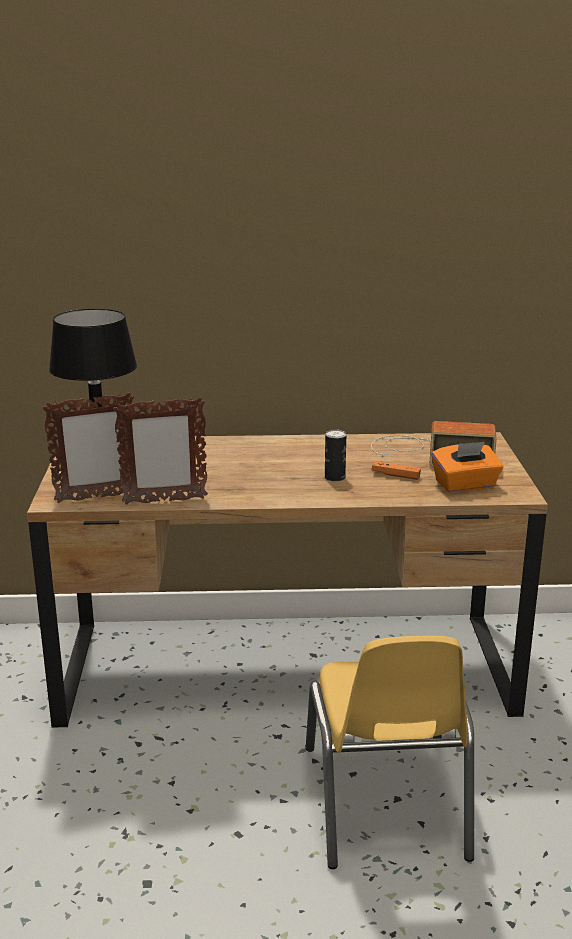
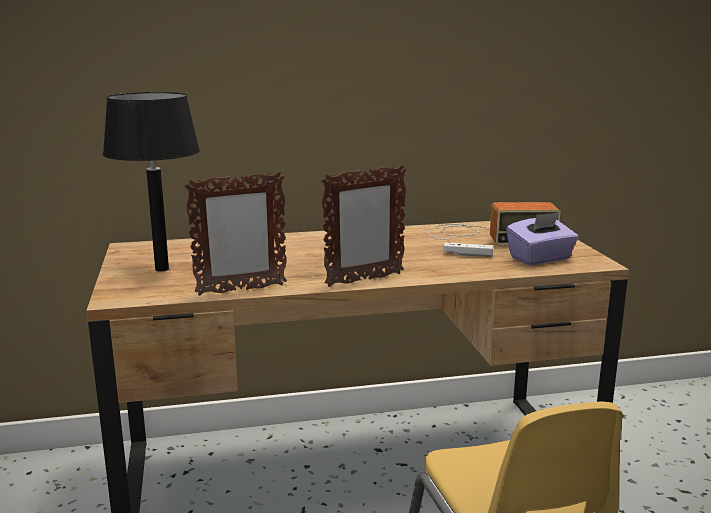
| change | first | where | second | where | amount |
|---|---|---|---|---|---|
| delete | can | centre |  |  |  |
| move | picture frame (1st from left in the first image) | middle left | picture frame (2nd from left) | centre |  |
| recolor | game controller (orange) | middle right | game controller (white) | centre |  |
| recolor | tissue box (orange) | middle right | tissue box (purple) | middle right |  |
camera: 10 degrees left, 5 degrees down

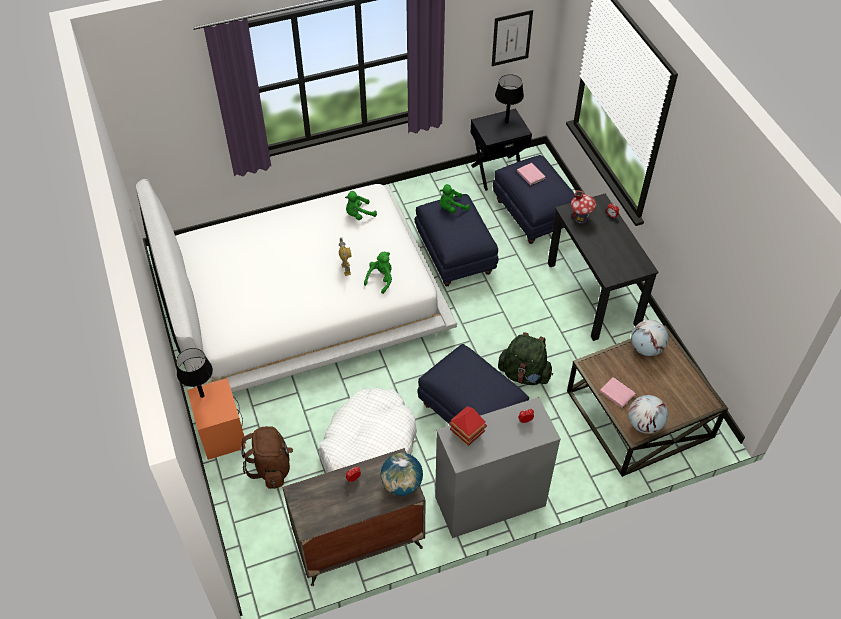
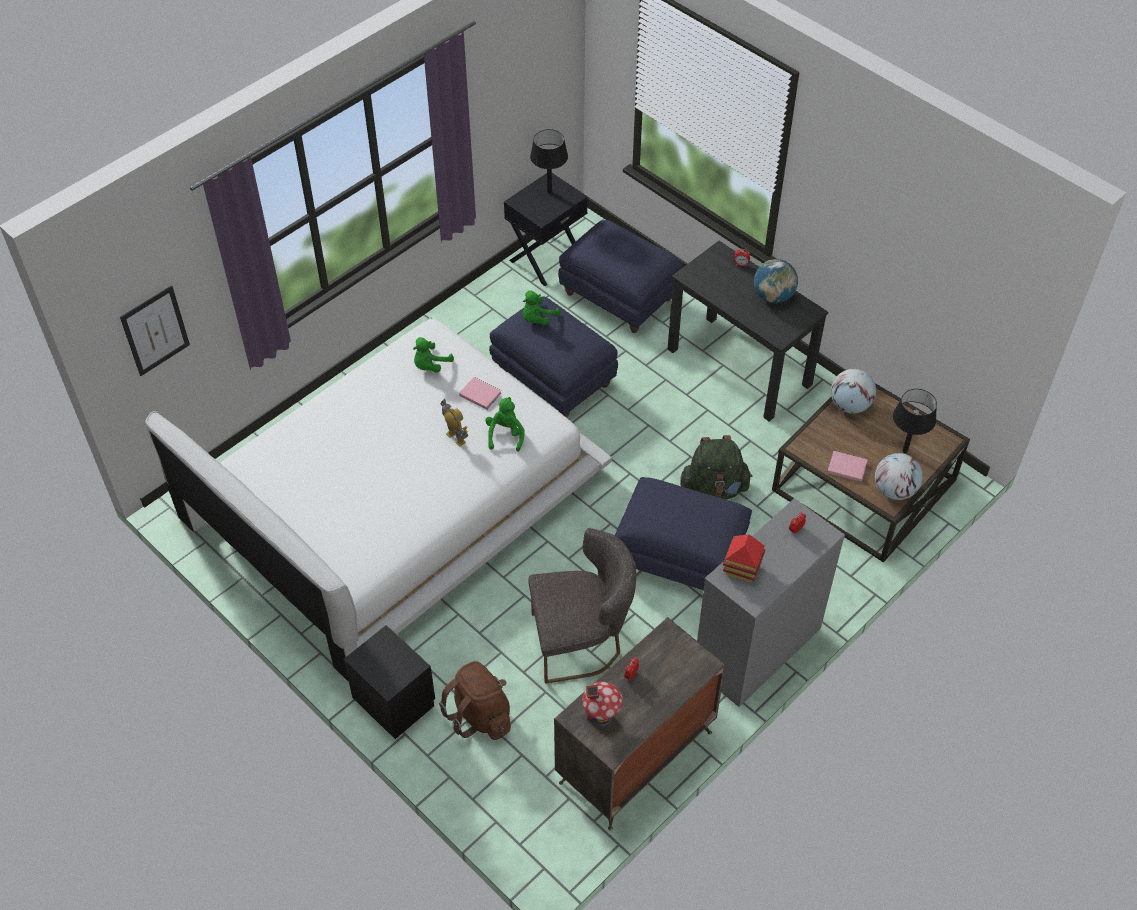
| change | first | where | second | where | amount |
|---|---|---|---|---|---|
| move | table lamp (black) (1st from left in the first image) | middle left | table lamp (black) (2nd from left) | middle right |  |
| move | globe (1st from left) | bottom centre |  | top right |  |
| move | picture | top centre |  | middle left |  |
| move | book (pink) (1st from left) | top centre |  | centre |  |
| move | toy house (2nd from left in the first image) | middle right | toy house (1st from left) | bottom centre |  |
| replace | dog bed (white) | bottom centre | chair (grey) | centre |  |
| recolor | nightstand (orange) | bottom left | nightstand (black) (1st from left) | bottom centre |  |
camera: 25 degrees left, 0 degrees up

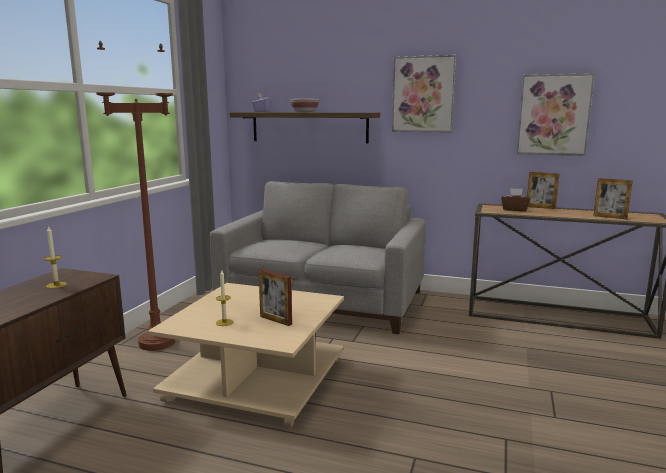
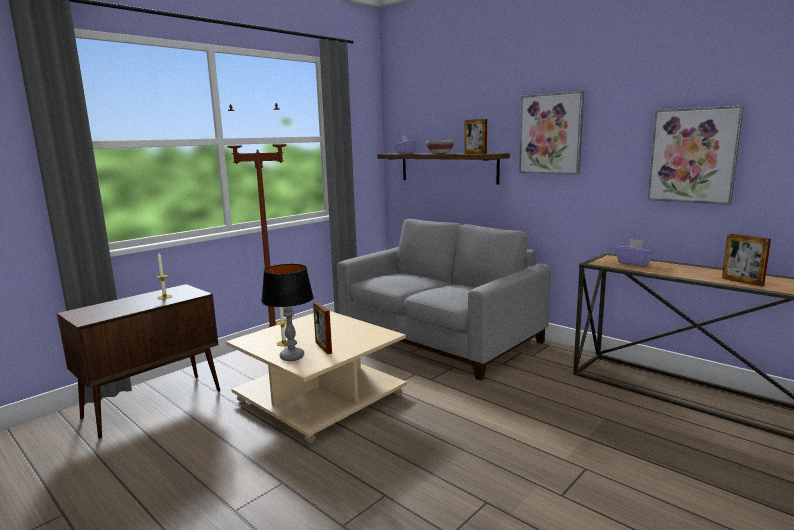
| change | first | where | second | where | amount |
|---|---|---|---|---|---|
| insert |  |  | table lamp | centre |  |
| move | picture frame (2nd from left) | middle right |  | top centre |  |
| recolor | tissue box (brown) | middle right | tissue box (purple) (2nd from left) | middle right |  |
camera: 25 degrees right, 0 degrees up

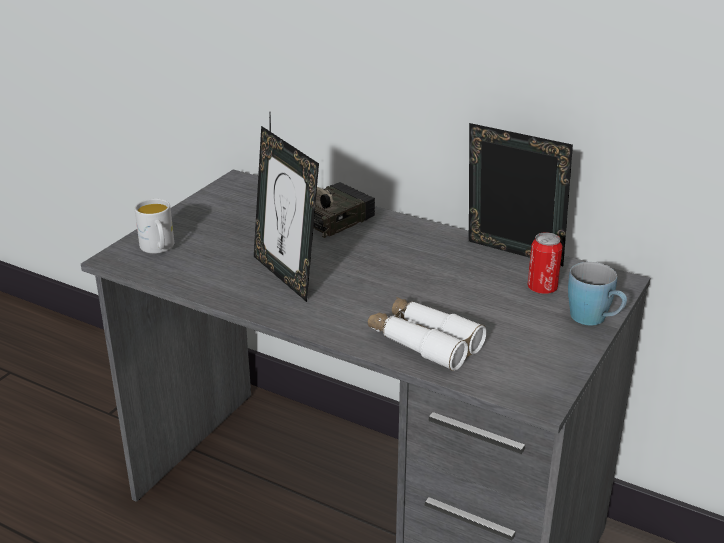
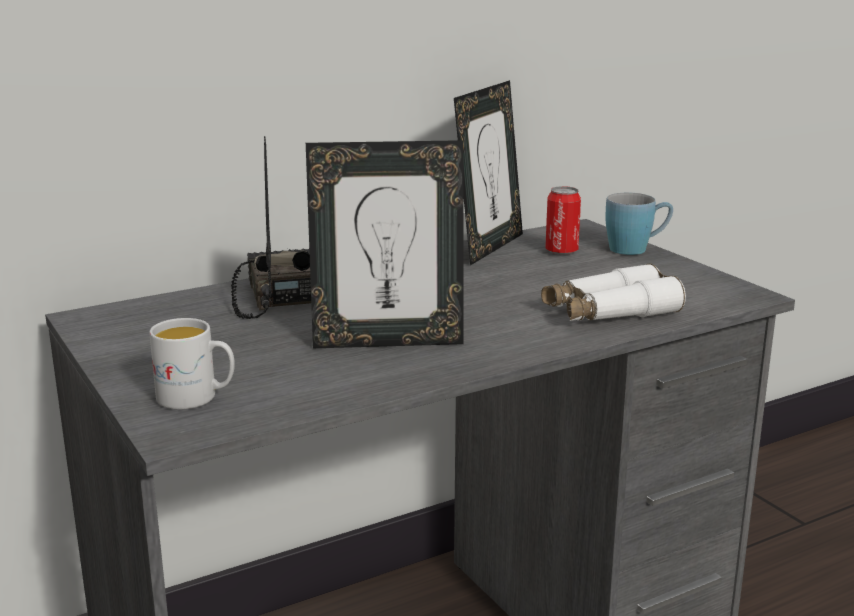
| change | first | where | second | where | amount |
|---|---|---|---|---|---|
| rotate | picture frame (2nd from left) | middle right |  | top centre | 150 degrees clockwise |
camera: 60 degrees left, 10 degrees down

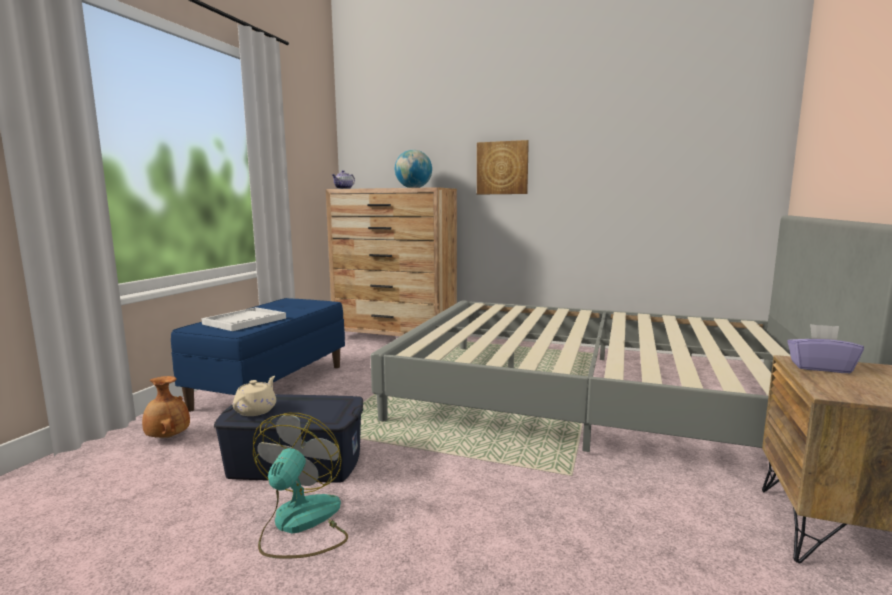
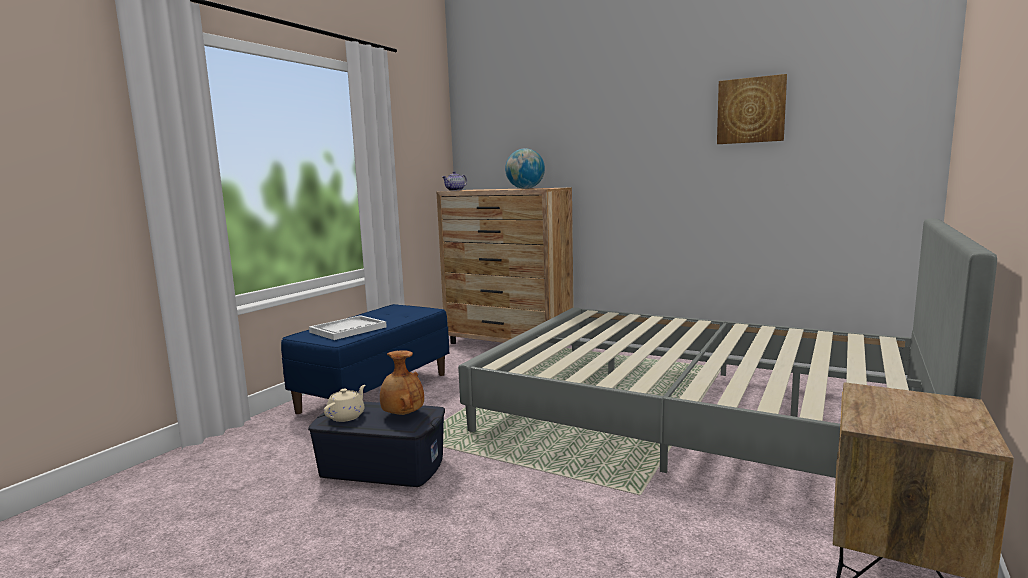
| change | first | where | second | where | amount |
|---|---|---|---|---|---|
| delete | fan | bottom centre |  |  |  |
| delete | tissue box (purple) | middle right |  |  |  |
| move | vase (brown) | bottom left |  | centre |  |
| move | picture | top centre |  | top right |  |
camera: 10 degrees right, 0 degrees up

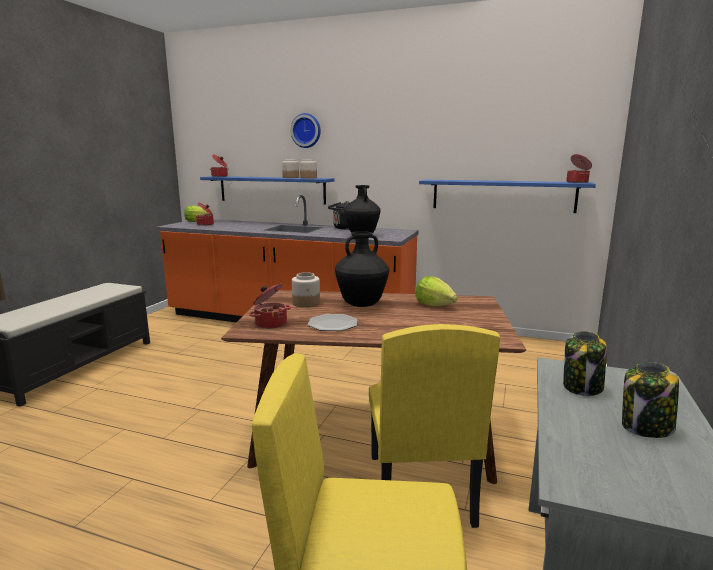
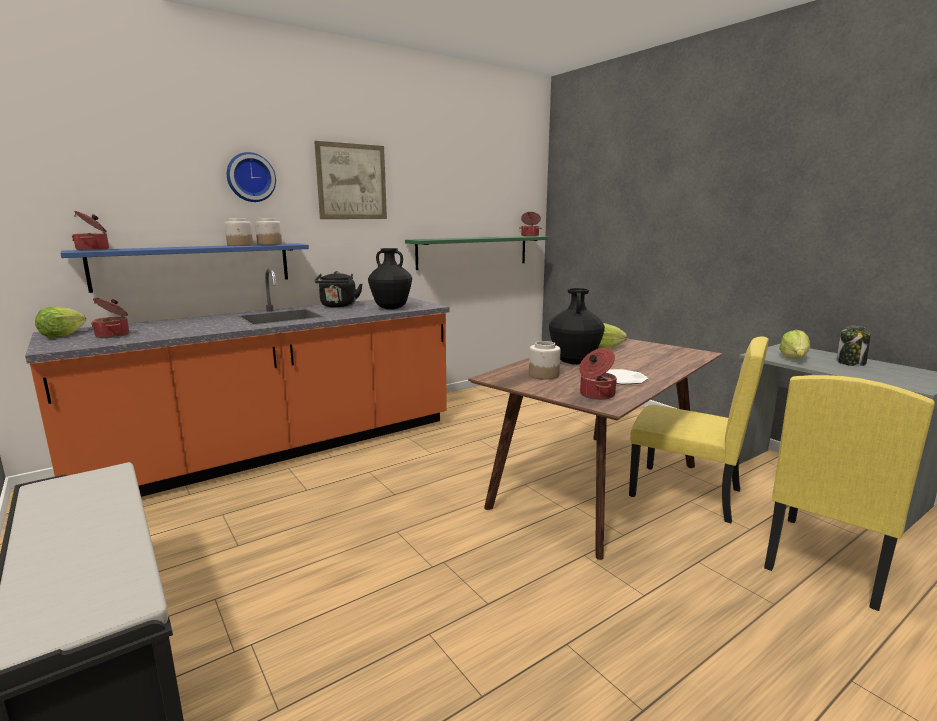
| change | first | where | second | where | amount |
|---|---|---|---|---|---|
| insert |  |  | picture | top centre |  |
| replace | jar (4th from left) | middle right | lettuce (3rd from left) | middle right |  |
| recolor | shelf (blue) (2nd from left) | middle right | shelf (green) | centre |  |
camera: 55 degrees left, 0 degrees up

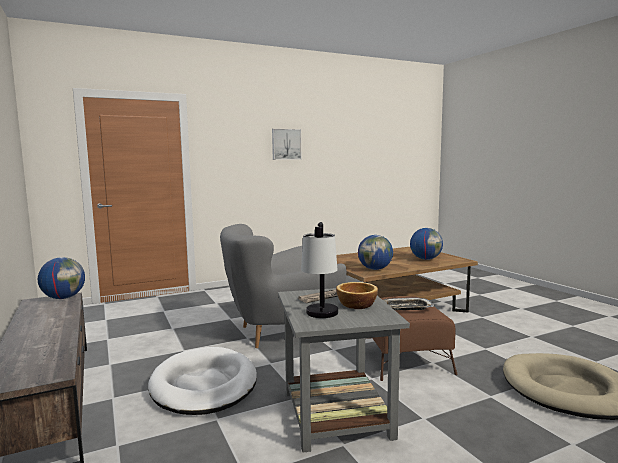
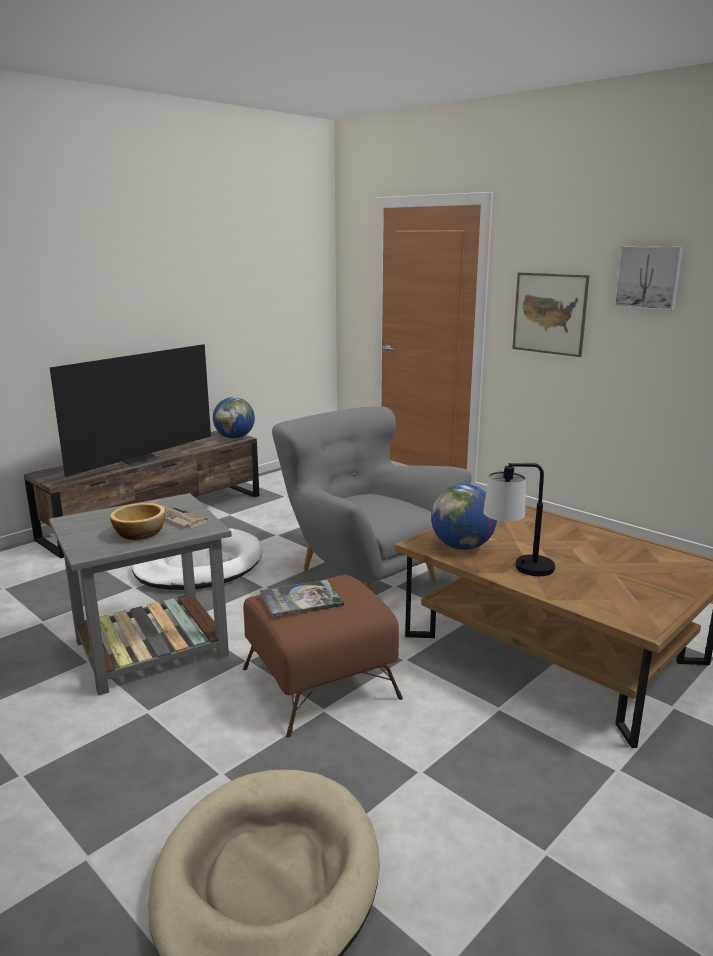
| change | first | where | second | where | amount |
|---|---|---|---|---|---|
| delete | globe (3rd from left) | middle right |  |  |  |
| insert |  |  | television | middle left |  |
| insert |  |  | picture (1st from left) | top right |  |
| move | table lamp | centre |  | middle right |  |
| replace | tray | centre | book | centre |  |
camera: 70 degrees right, 10 degrees up

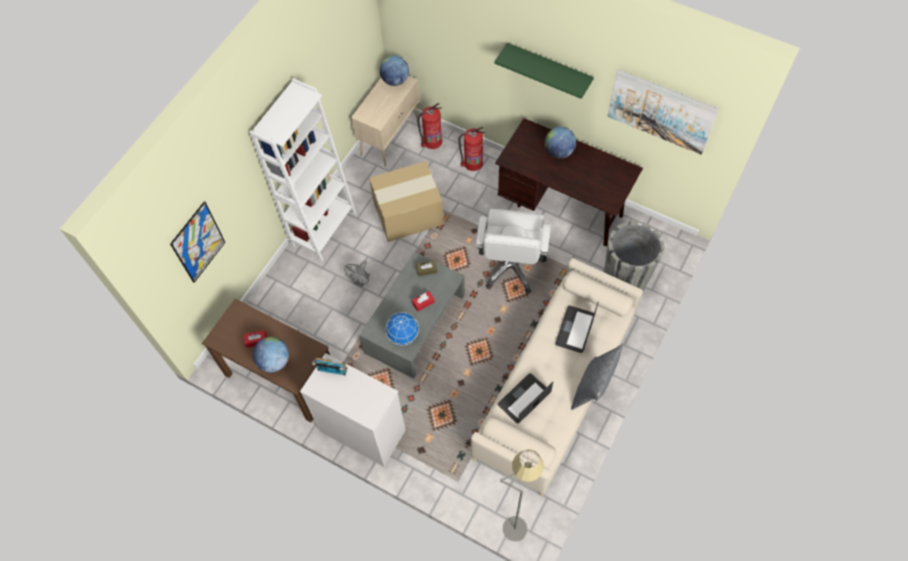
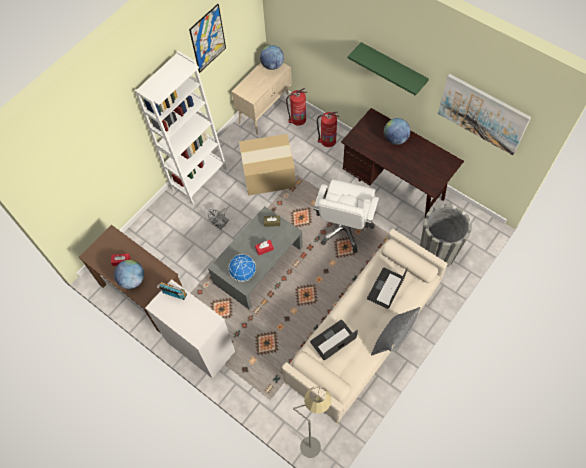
| change | first | where | second | where | amount |
|---|---|---|---|---|---|
| move | picture (1st from left) | middle left |  | top centre |  |
camera: 10 degrees right, 0 degrees up

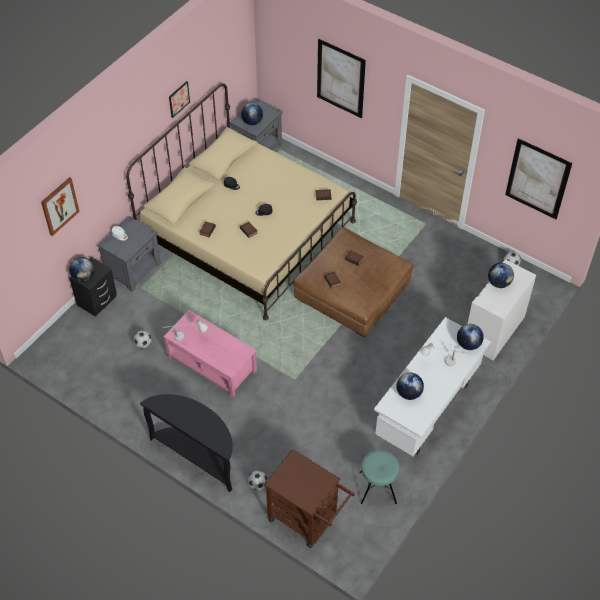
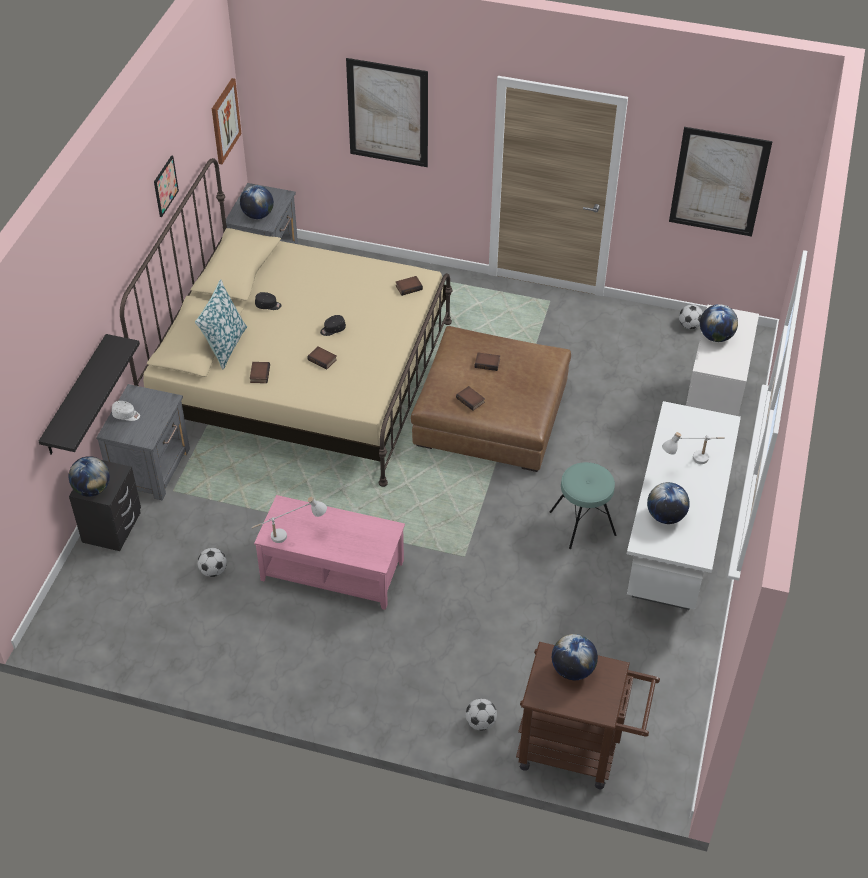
| change | first | where | second | where | amount |
|---|---|---|---|---|---|
| delete | console table (black) | bottom left |  |  |  |
| insert |  |  | shelf (black) | middle left |  |
| insert |  |  | pillow | middle left |  |
| move | picture (1st from left in the first image) | middle left | picture (2nd from left) | top left |  |
| move | stool (turquoise) | bottom centre |  | middle right |  |
| move | globe (4th from left in the first image) | middle right | globe (3rd from left) | bottom centre |  |
camera: 20 degrees left, 5 degrees down

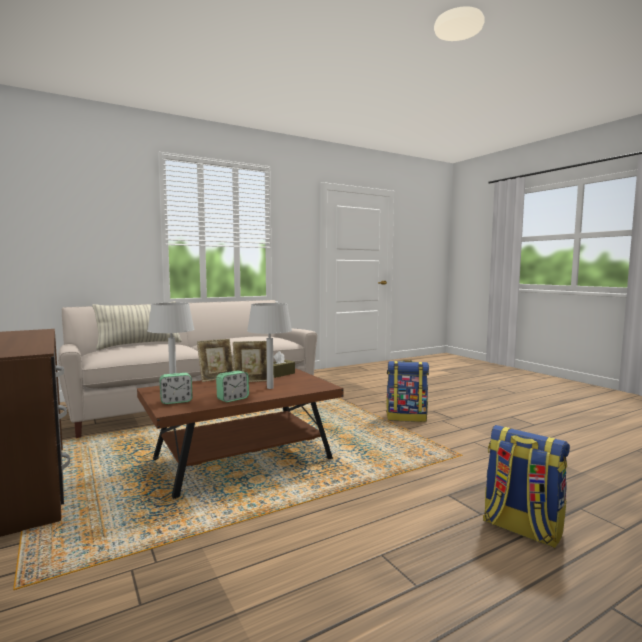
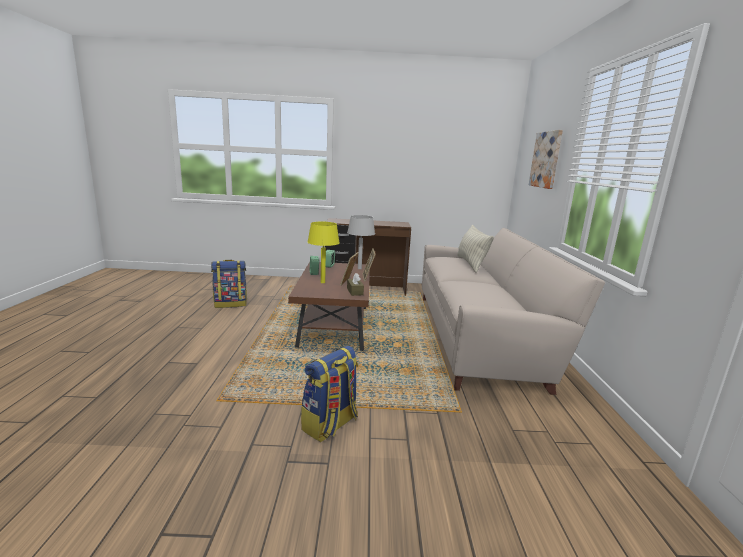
| change | first | where | second | where | amount |
|---|---|---|---|---|---|
| insert |  |  | picture | top right |  |
| move | backpack (2nd from left in the first image) | bottom right | backpack (1st from left) | middle left |  |
| recolor | table lamp (grey) (2nd from left) | centre | table lamp (yellow) | centre |  |
camera: 120 degrees right, 10 degrees up

